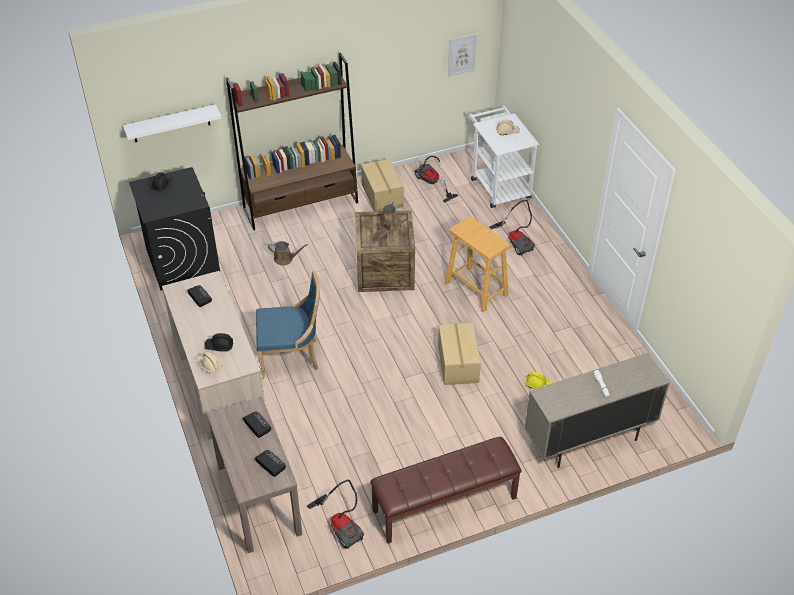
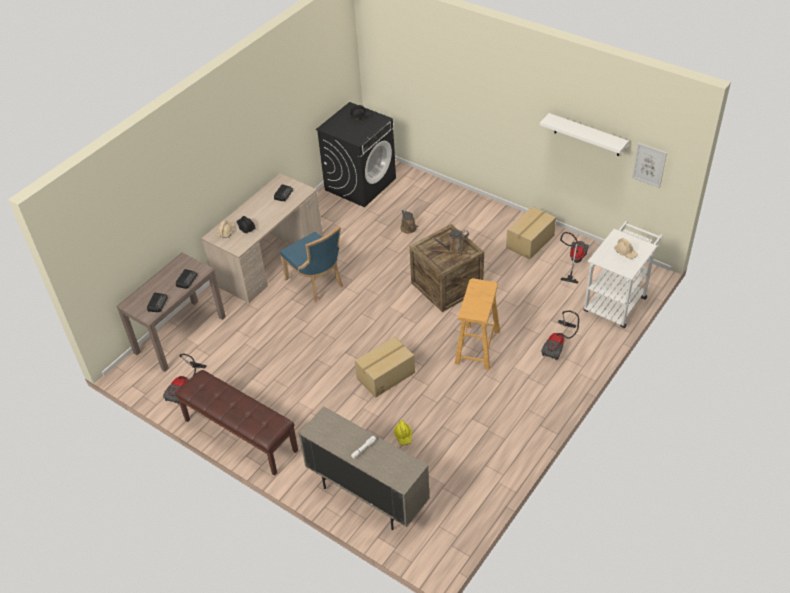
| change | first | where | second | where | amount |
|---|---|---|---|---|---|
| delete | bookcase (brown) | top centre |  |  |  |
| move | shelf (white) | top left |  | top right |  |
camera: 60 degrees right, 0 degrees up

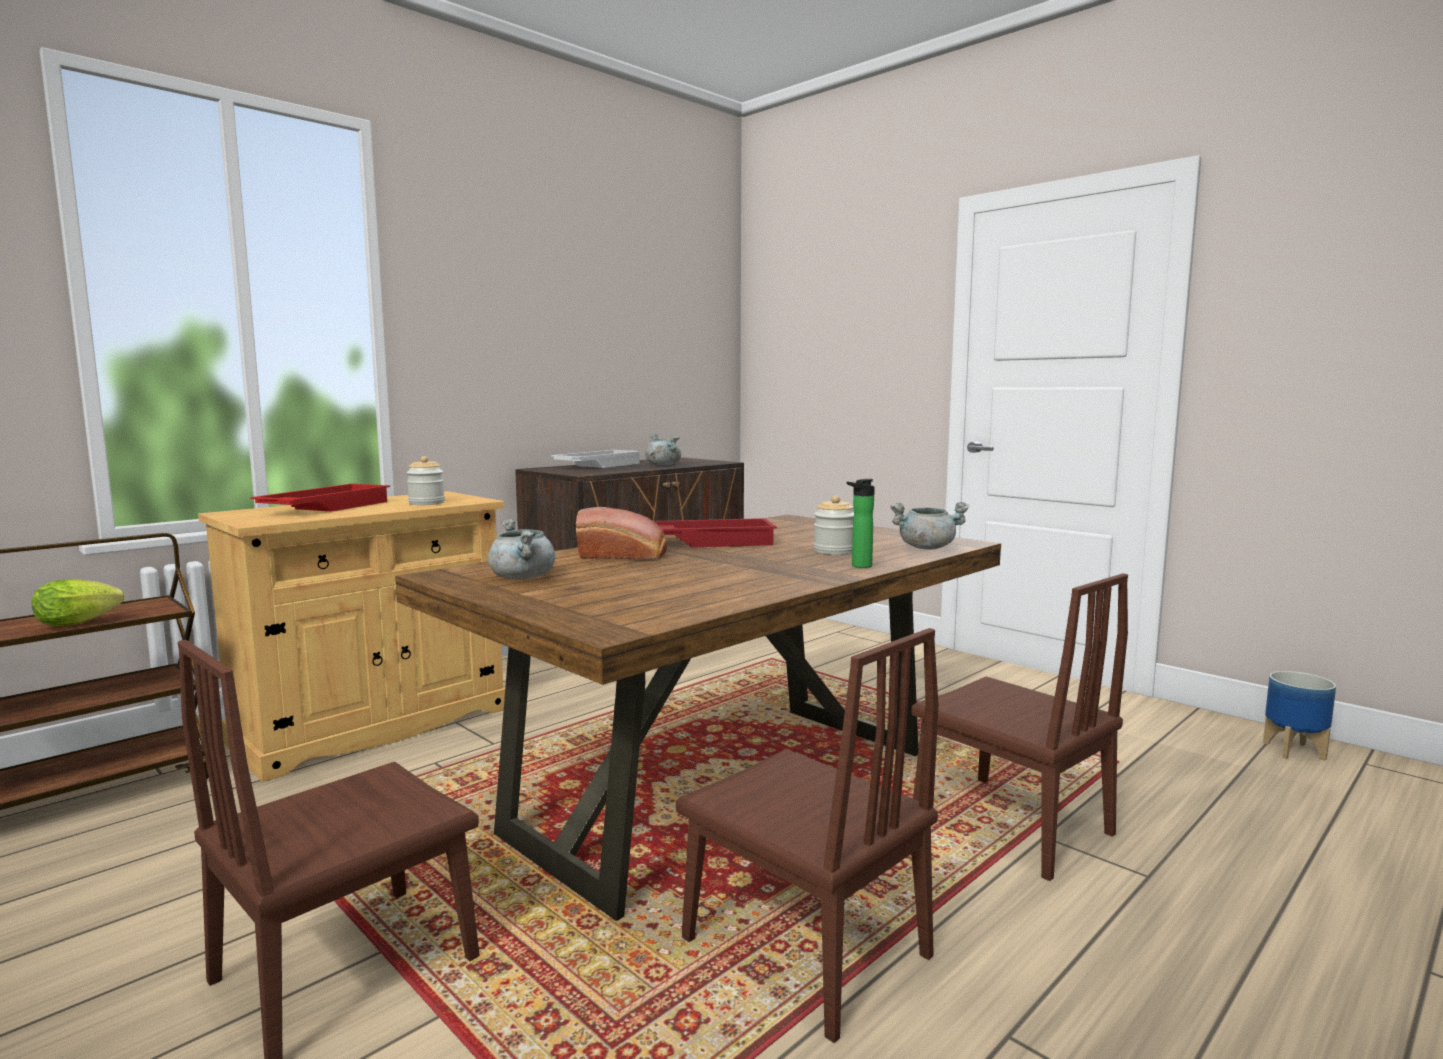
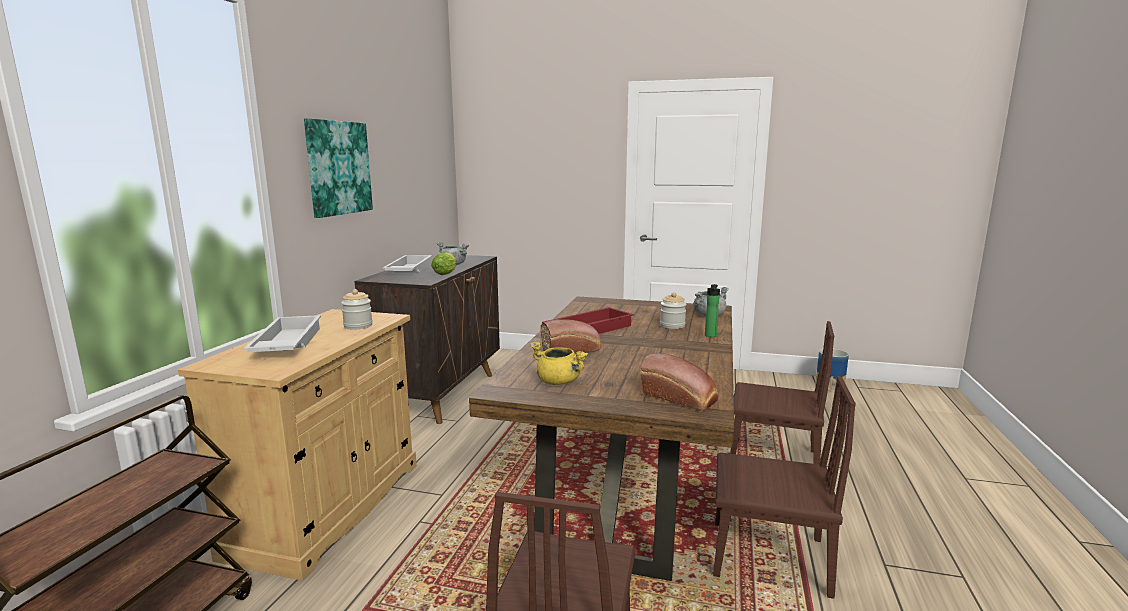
| change | first | where | second | where | amount |
|---|---|---|---|---|---|
| insert |  |  | picture | top left |  |
| insert |  |  | bread (2nd from left) | centre |  |
| move | lettuce | middle left |  | centre |  |
| recolor | tray (red) (1st from left) | middle left | tray (white) (1st from left) | middle left |  |
| recolor | cooking pot (grey) (1st from left) | centre | cooking pot (yellow) | centre |  |
camera: 30 degrees left, 5 degrees up

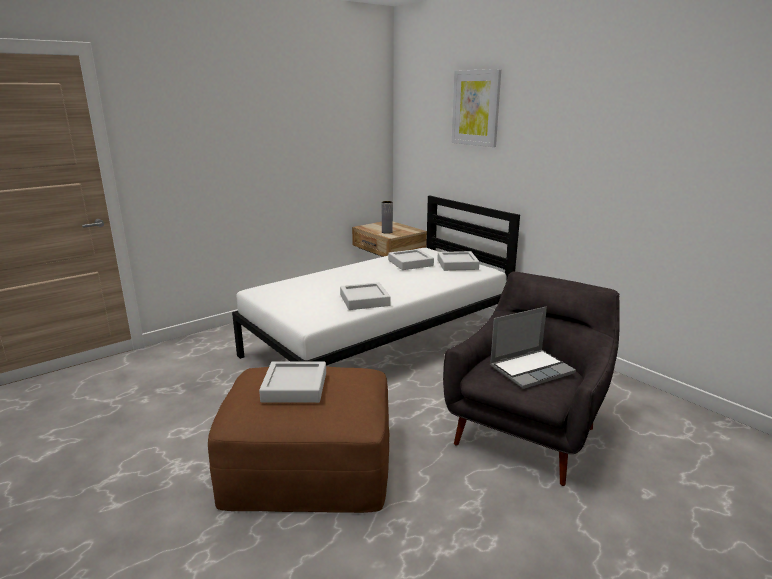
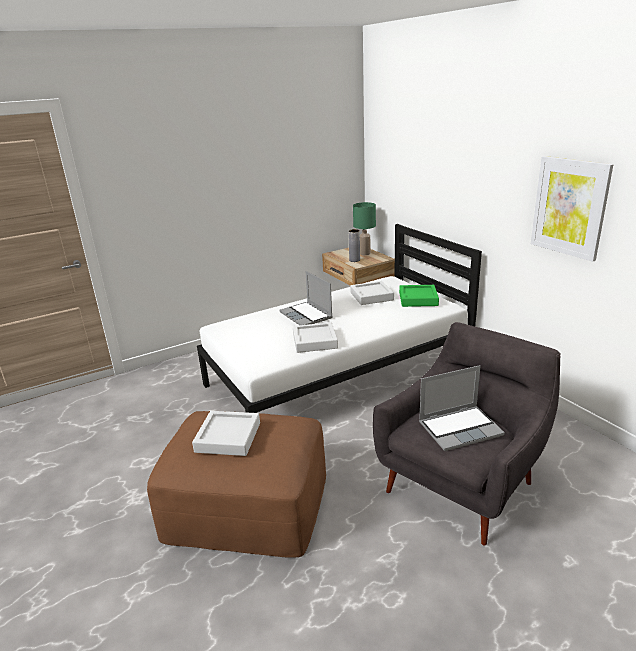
| change | first | where | second | where | amount |
|---|---|---|---|---|---|
| insert |  |  | laptop (1st from left) | centre |  |
| insert |  |  | table lamp (green) | centre |  |
| move | picture | top centre |  | top right |  |
| recolor | tray (grey) (4th from left) | centre | tray (green) | centre |  |
camera: 10 degrees right, 5 degrees up

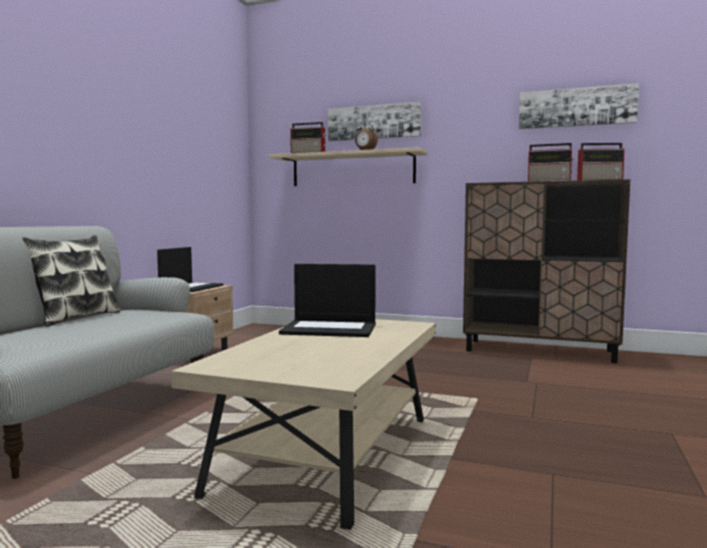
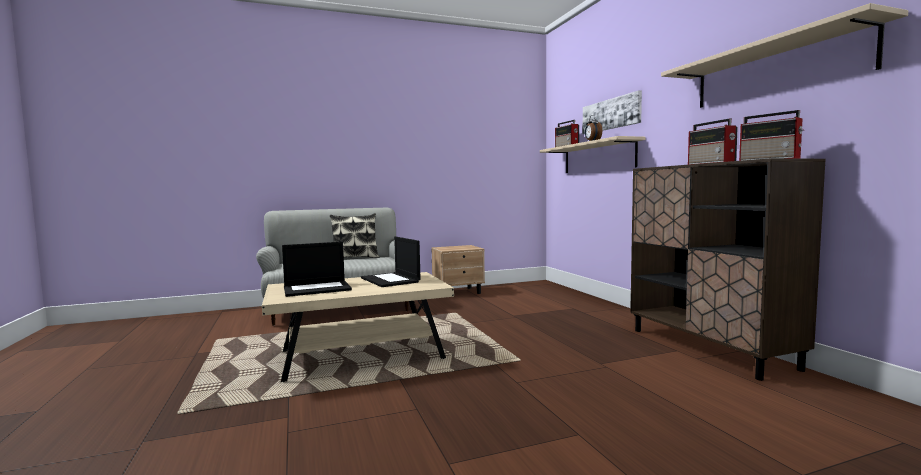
| change | first | where | second | where | amount |
|---|---|---|---|---|---|
| move | laptop (1st from left) | middle left |  | centre |  |
| replace | picture (2nd from left) | top right | shelf (beige) (2nd from left) | top right |  |
camera: 50 degrees right, 0 degrees up

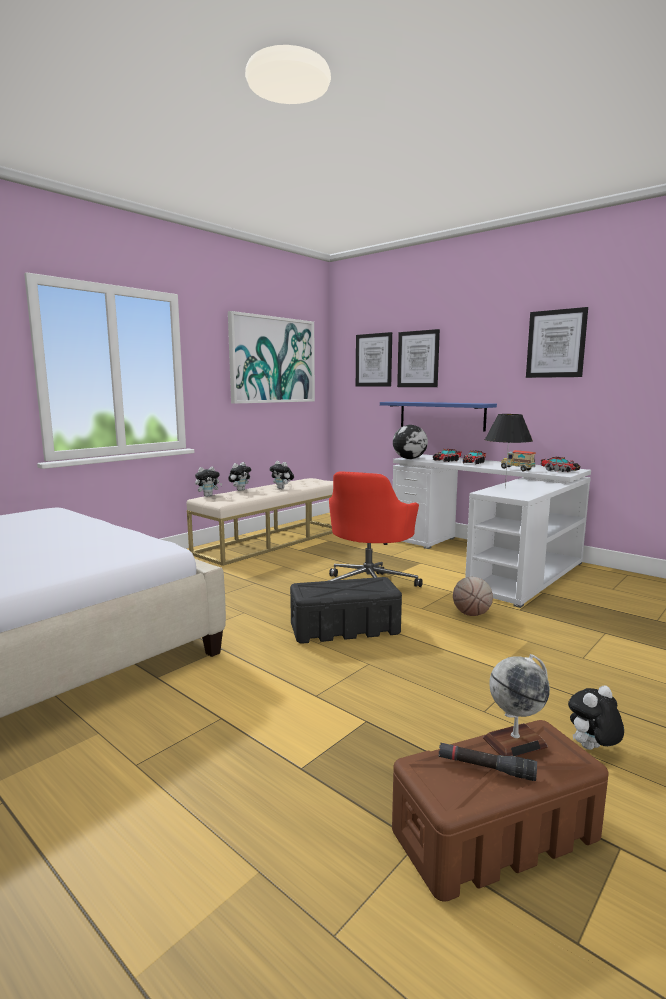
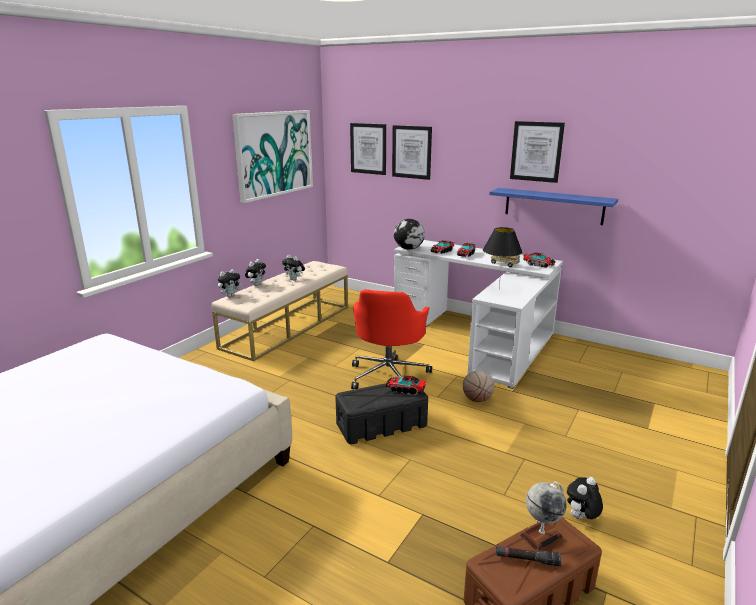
| change | first | where | second | where | amount |
|---|---|---|---|---|---|
| insert |  |  | toy truck (1st from left) | centre |  |
| move | shelf (blue) | centre |  | middle right |  |
camera: 10 degrees left, 10 degrees up

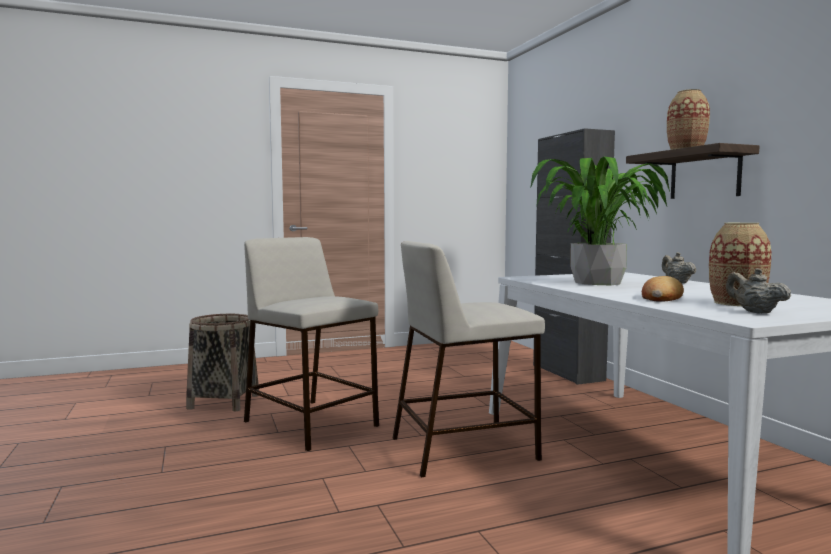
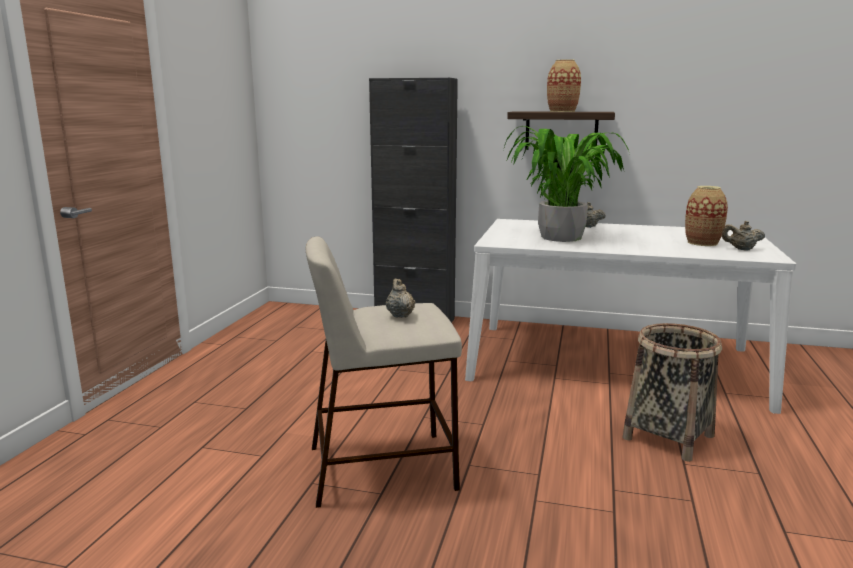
| change | first | where | second | where | amount |
|---|---|---|---|---|---|
| delete | stool (beige) (2nd from left) | centre |  |  |  |
| delete | bread | middle right |  |  |  |
| insert |  |  | teapot (beige) (1st from left) | centre |  |
| move | basket | middle left |  | bottom right |  |
camera: 55 degrees left, 10 degrees up

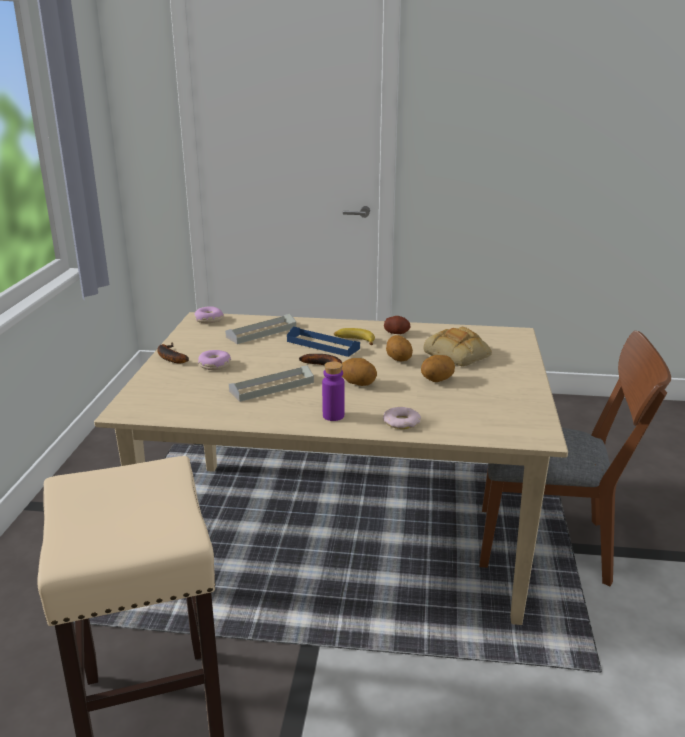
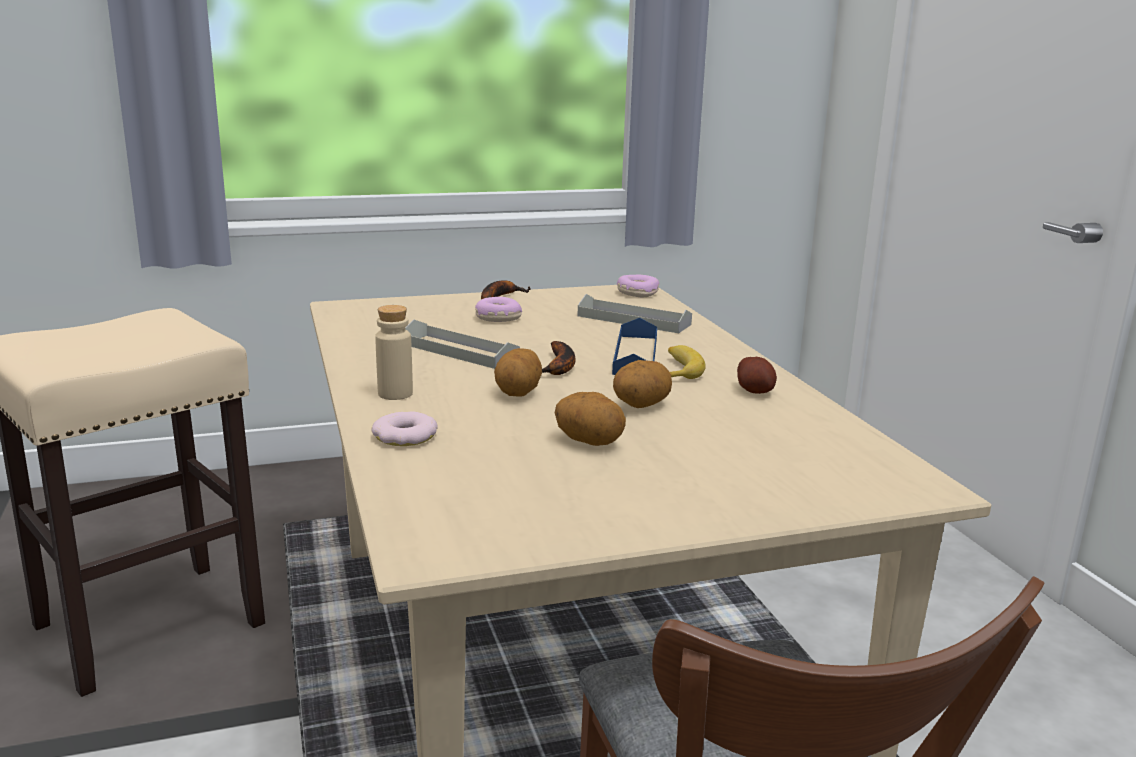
| change | first | where | second | where | amount |
|---|---|---|---|---|---|
| delete | bread | middle right |  |  |  |
| recolor | bottle (purple) | centre | bottle (beige) | centre |  |
camera: 65 degrees right, 5 degrees down

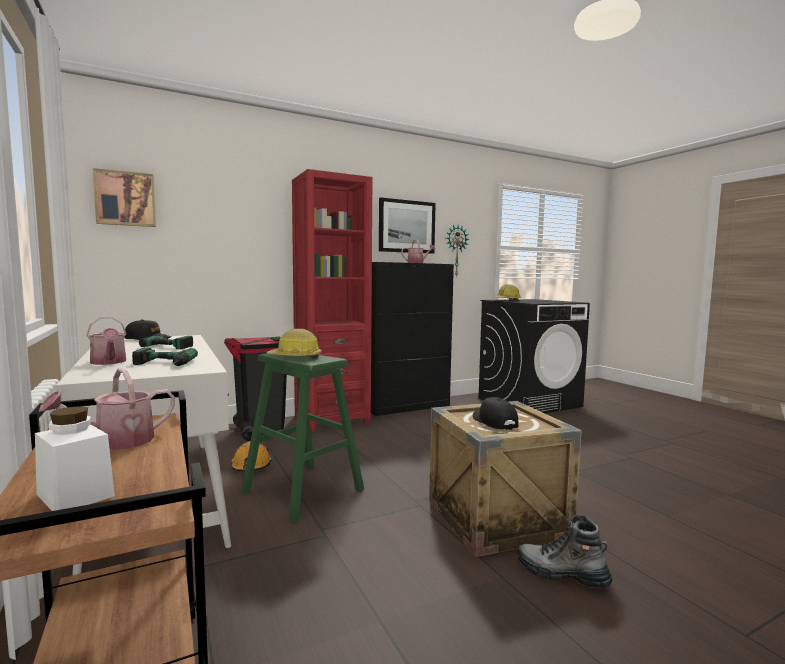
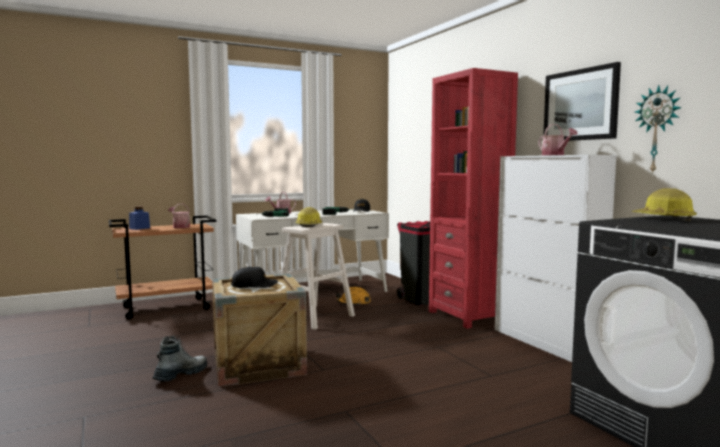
| change | first | where | second | where | amount |
|---|---|---|---|---|---|
| delete | picture (1st from left) | top left |  |  |  |
| recolor | jar (white) | bottom left | jar (blue) | middle left |  |
| recolor | stool (green) | centre | stool (beige) | centre |  |
| recolor | cabinet (black) | centre | cabinet (white) | middle right |  |
camera: 90 degrees right, 0 degrees up

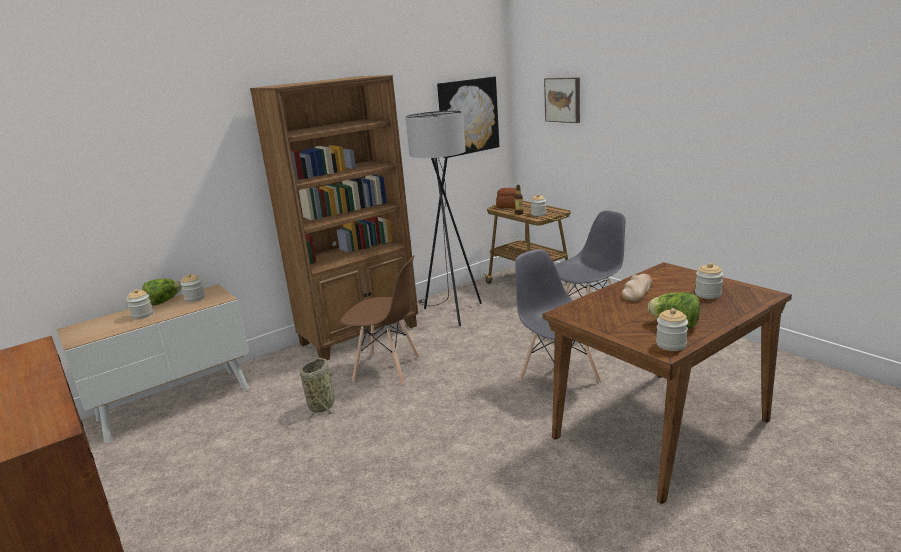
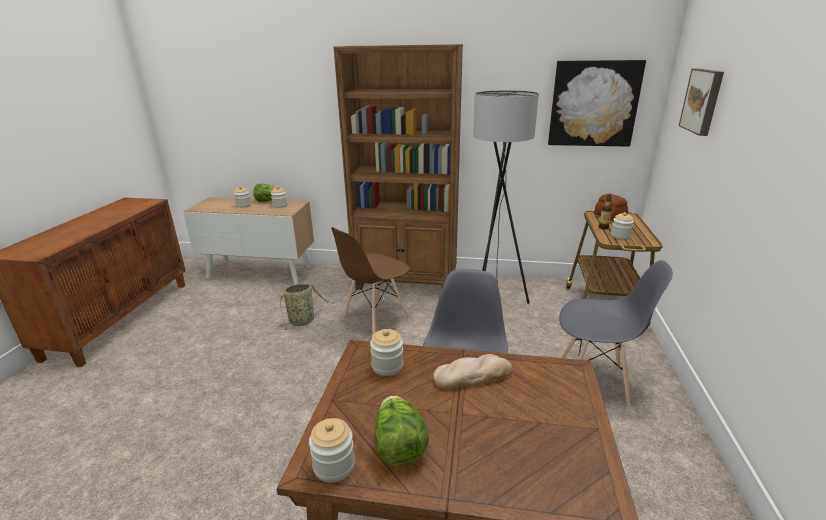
| change | first | where | second | where | amount |
|---|---|---|---|---|---|
| move | jar (5th from left in the first image) | middle right | jar (4th from left) | bottom centre |  |
| rotate | chair (brown) | centre |  | centre | 75 degrees clockwise |
camera: 45 degrees right, 5 degrees up

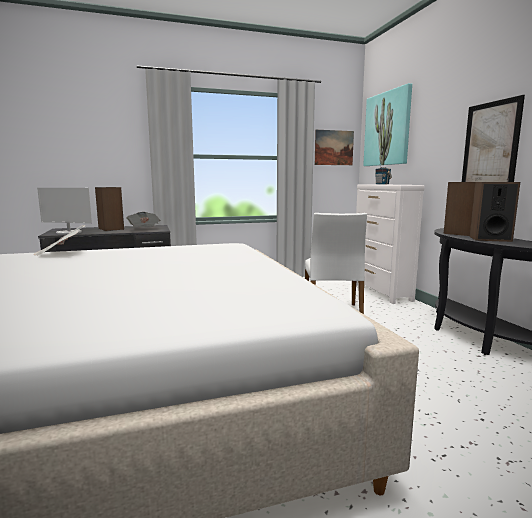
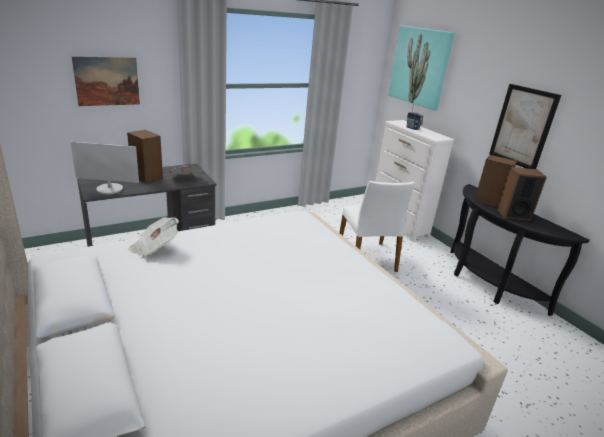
| change | first | where | second | where | amount |
|---|---|---|---|---|---|
| move | picture (1st from left) | top centre |  | top left |  |
camera: 15 degrees left, 15 degrees up

